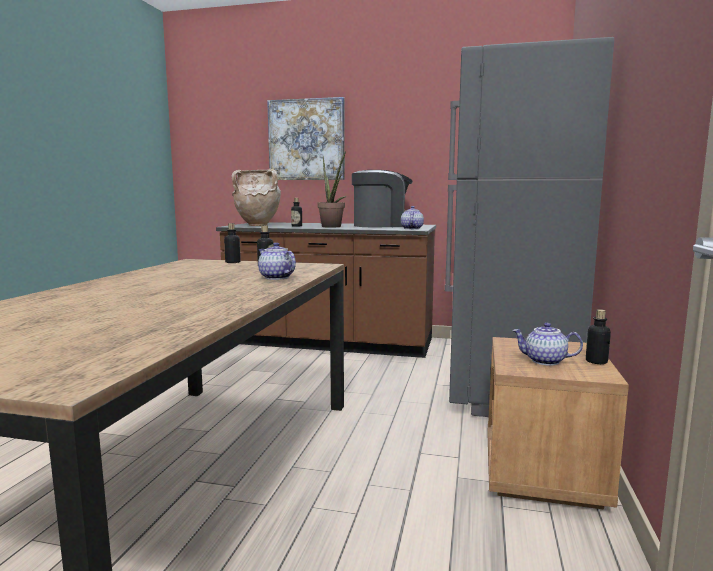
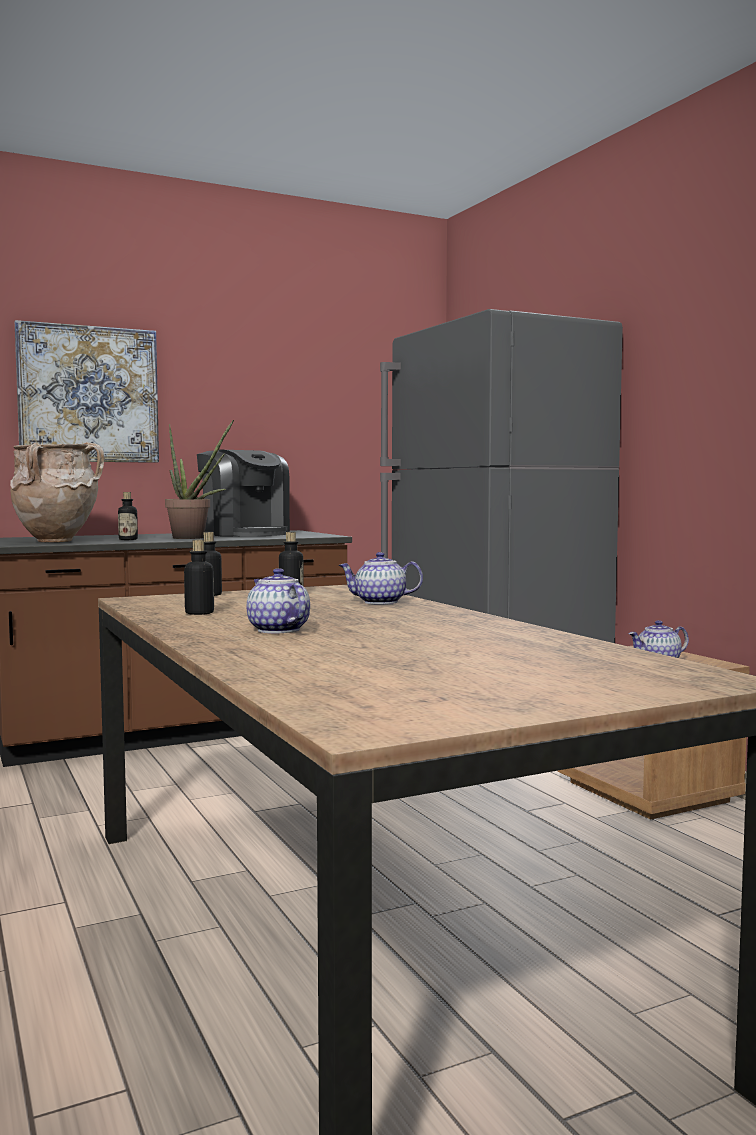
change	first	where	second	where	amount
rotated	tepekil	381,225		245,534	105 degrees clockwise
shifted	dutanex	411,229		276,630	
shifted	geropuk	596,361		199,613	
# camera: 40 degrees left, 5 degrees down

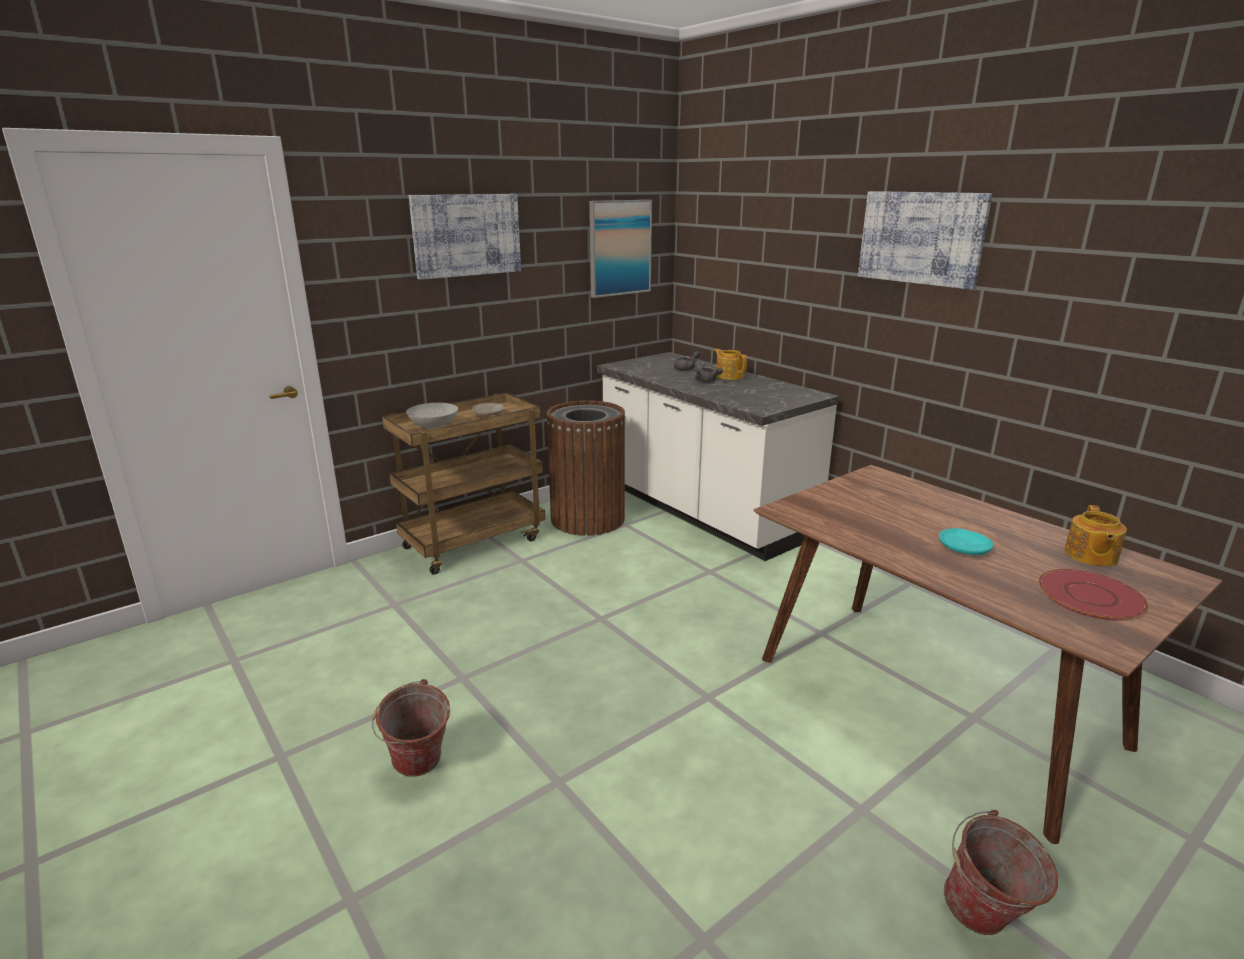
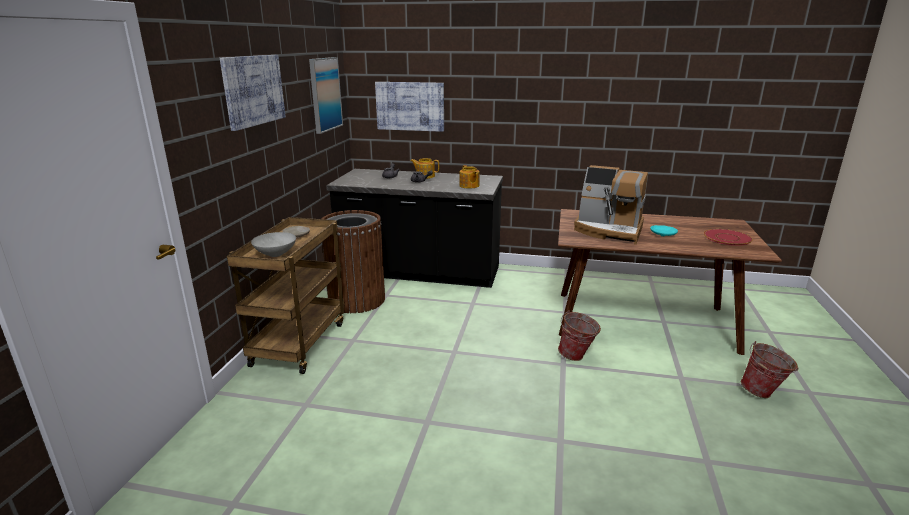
change	first	where	second	where	amount
shifted	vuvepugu	418,768		577,357	
repainted	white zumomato	702,511	black zumomato	420,272	
shifted	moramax	921,238		410,106	
shifted	dutanex	1090,556		469,186	
new			tepekil	609,230	
# camera: 40 degrees left, 0 degrees up

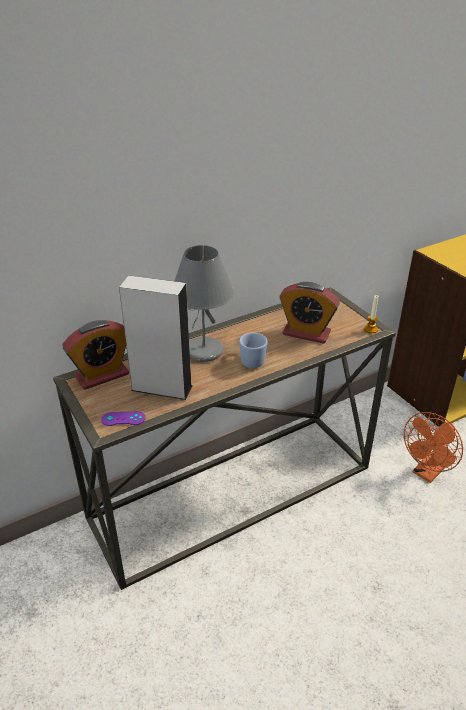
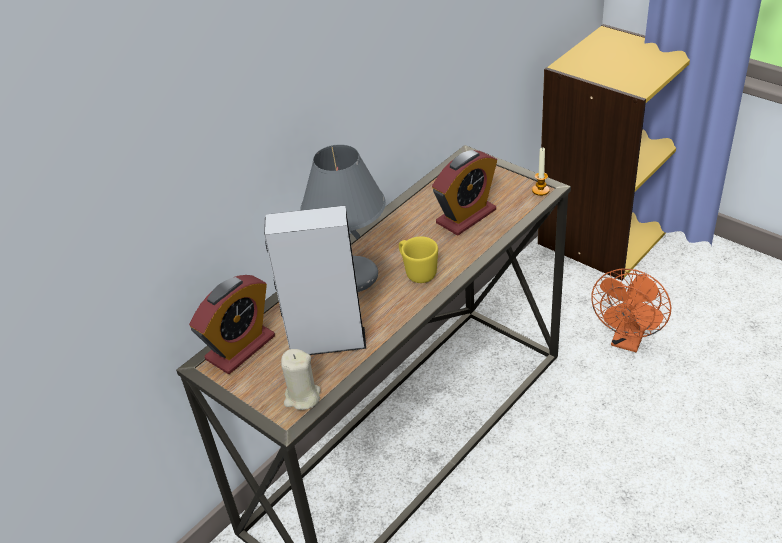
change	first	where	second	where	amount
swapped	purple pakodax	123,419	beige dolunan	302,397	
repainted	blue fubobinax	250,360	yellow fubobinax	417,272	
rotated	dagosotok	306,333		466,216	45 degrees counterclockwise
# camera: 15 degrees left, 5 degrees up

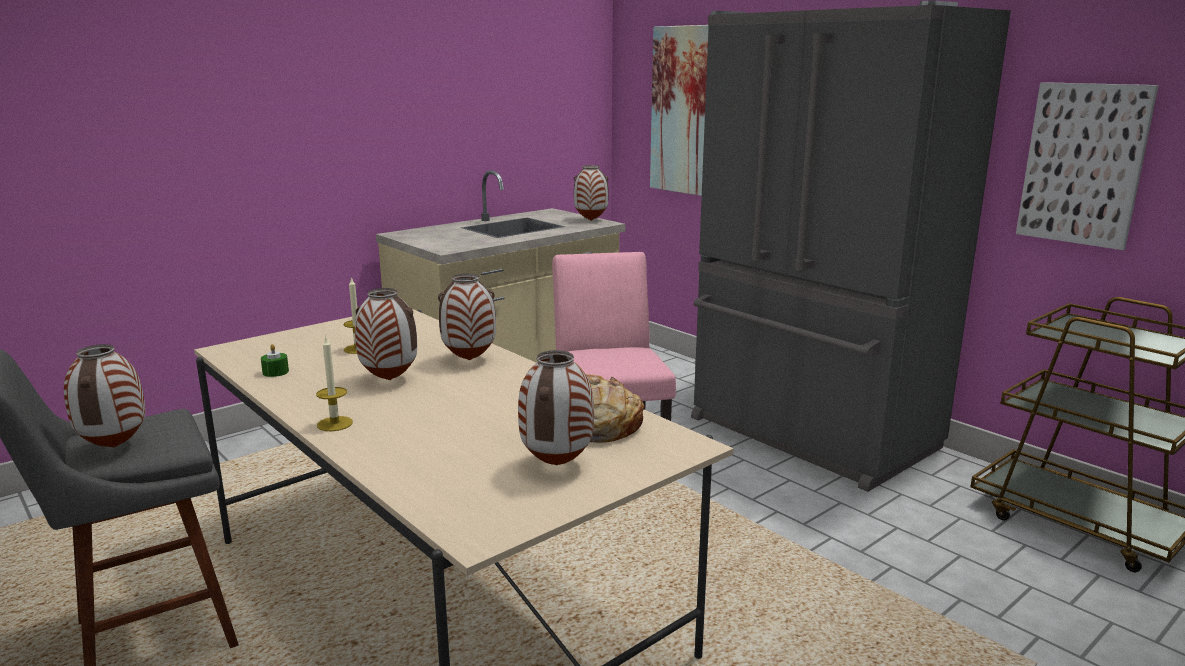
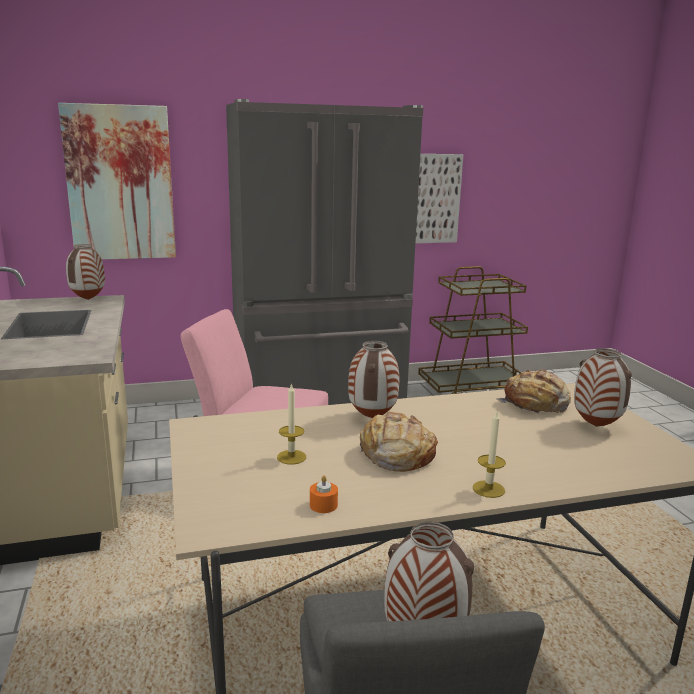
change	first	where	second	where	amount
repainted	green dolunan	275,372	orange dolunan	323,505	
swapped	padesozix	388,380	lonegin	396,455	
# camera: 65 degrees left, 0 degrees up

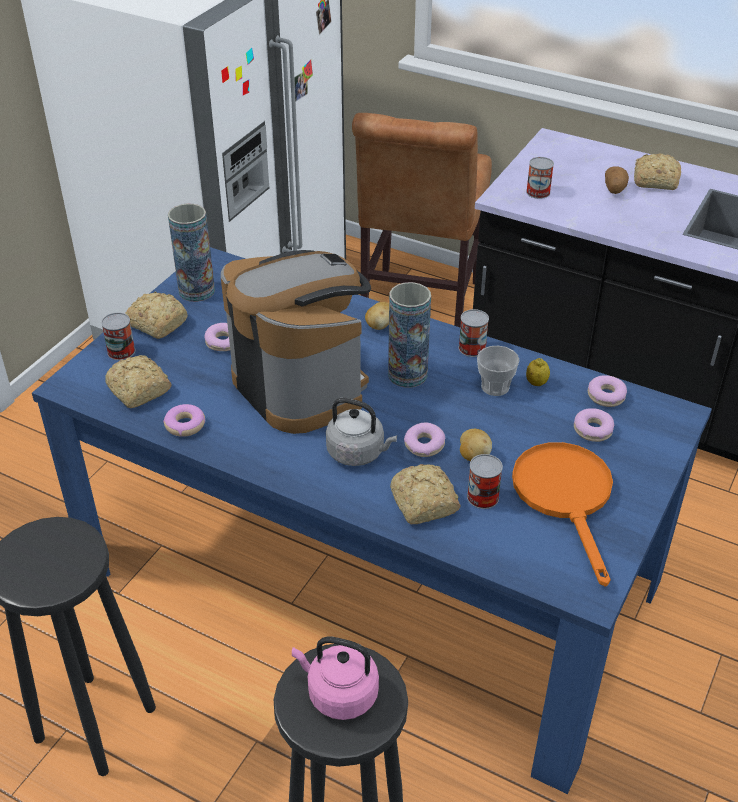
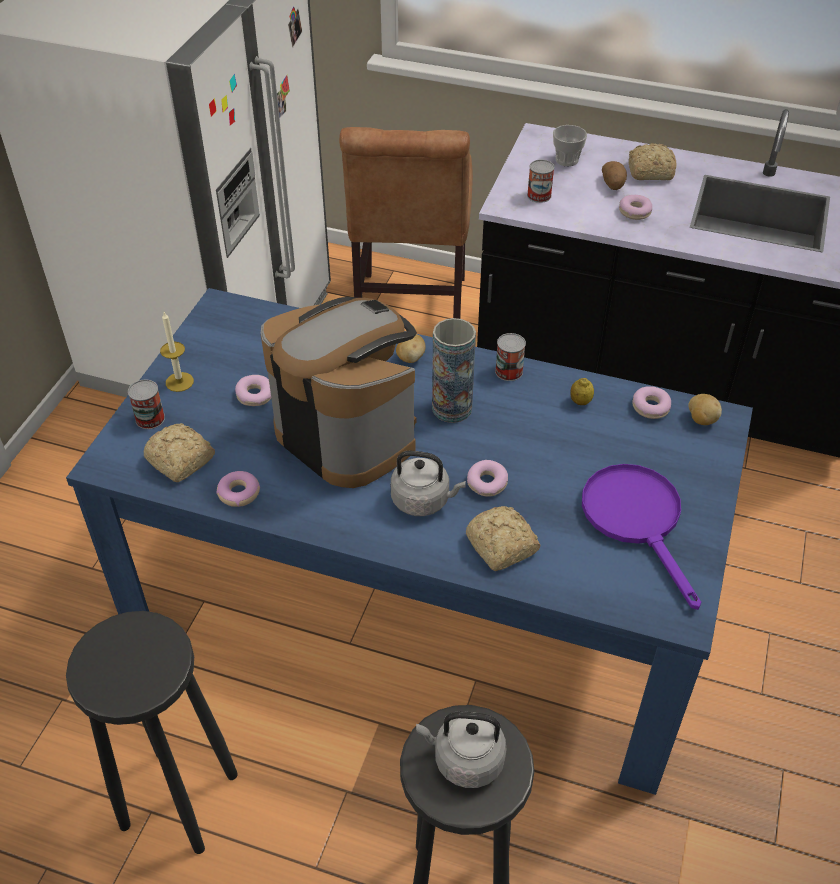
change	first	where	second	where	amount
swapped	lonegin	156,323	dolunan	179,382	
gone	padesozix	196,291			
repainted	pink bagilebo	339,694	grey bagilebo	464,760	
shifted	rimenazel	473,456		701,419	
gone	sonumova	482,497			
shifted	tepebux	495,387		566,160	
repainted	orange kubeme	566,497	purple kubeme	637,520	
shifted	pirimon	593,430		634,212	
# camera: 10 degrees left, 5 degrees up

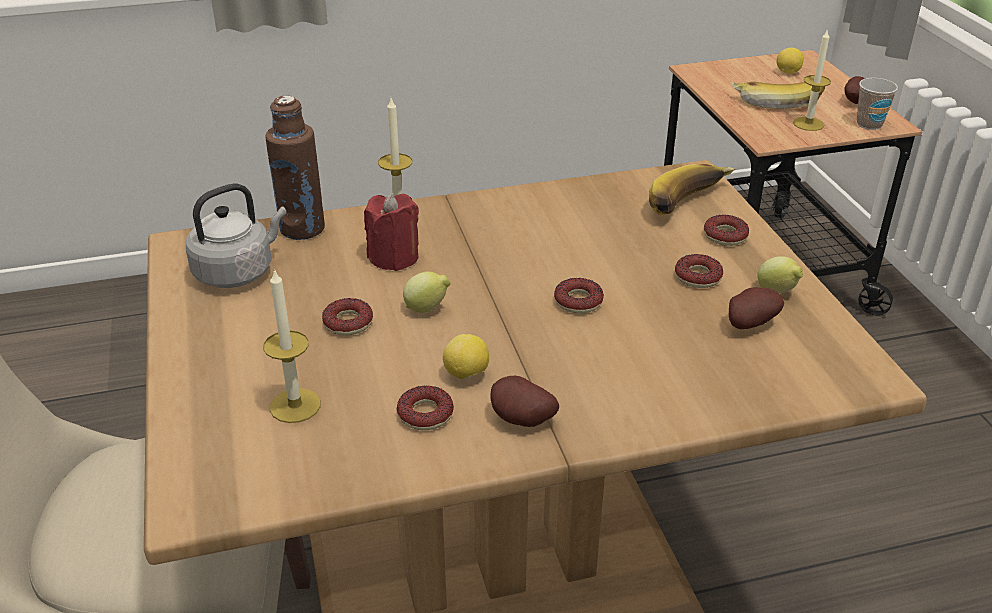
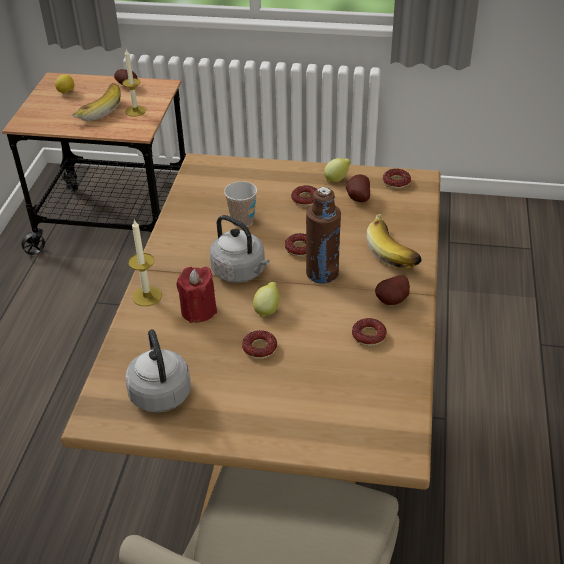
change	first	where	second	where	amount
gone	dolunan	295,405			
shifted	brown geropuk	302,229		322,273	
gone	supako	466,375			
shifted	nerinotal	691,205		395,251	
shifted	pirimon	725,235		396,182	
shifted	tepebux	869,124		242,221	
new			grey bagilebo	241,272	
# camera: 65 degrees left, 5 degrees up

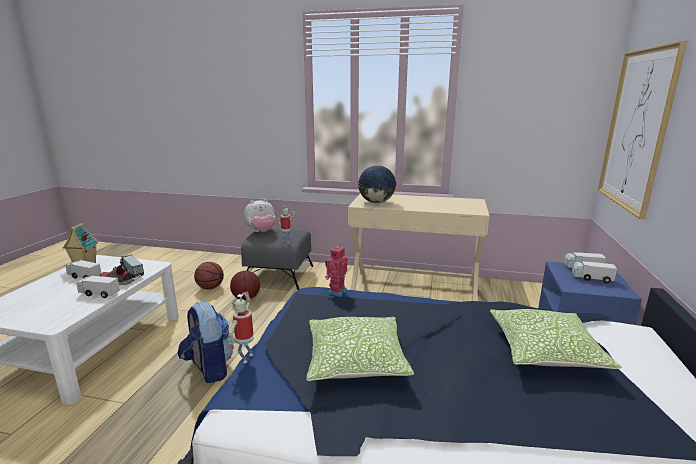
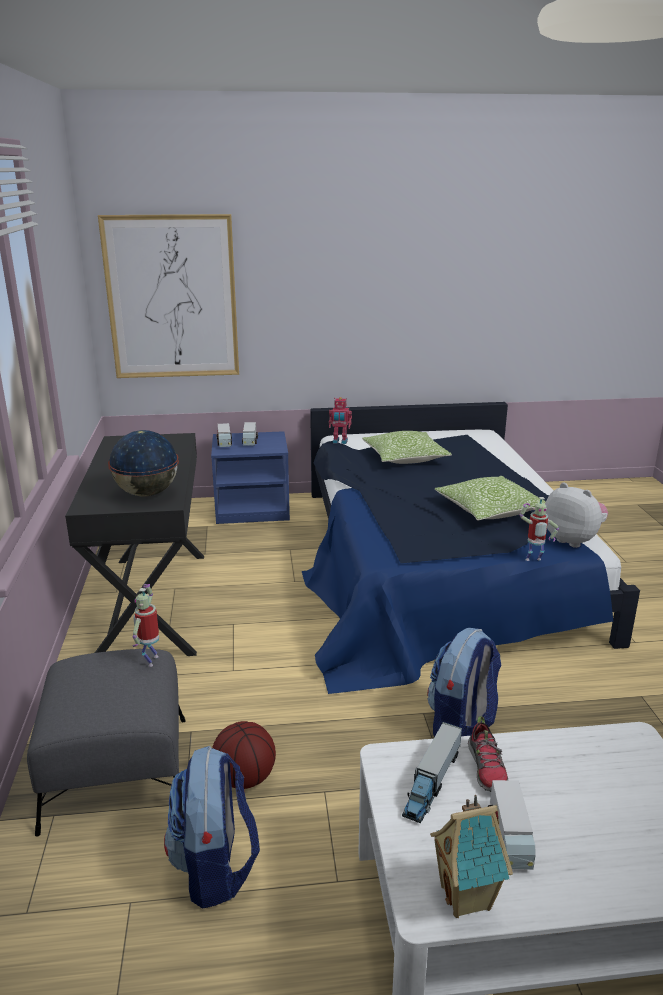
change	first	where	second	where	amount
gone	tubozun	99,293			
swapped	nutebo	210,288	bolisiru	215,868	
shifted	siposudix	261,232		572,540	
shifted	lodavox	336,292		340,442	
repainted	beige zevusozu	413,289	black zevusozu	152,603	
# camera: 110 degrees left, 5 degrees up

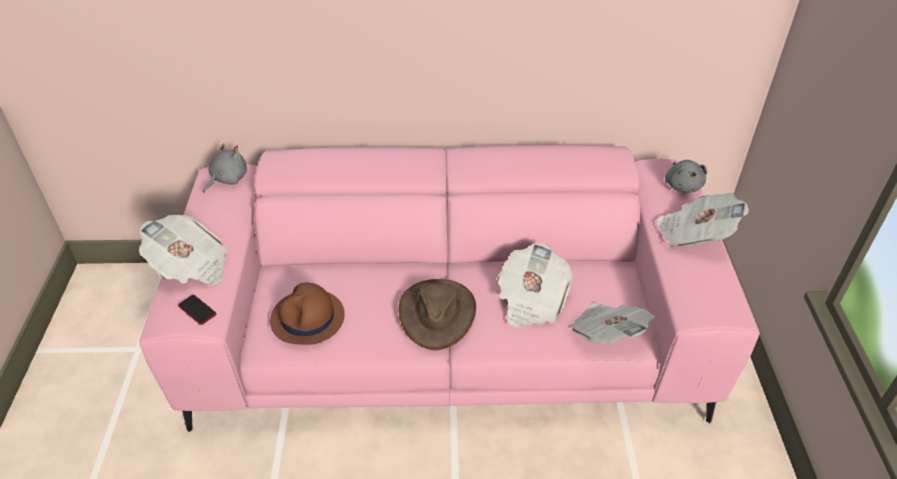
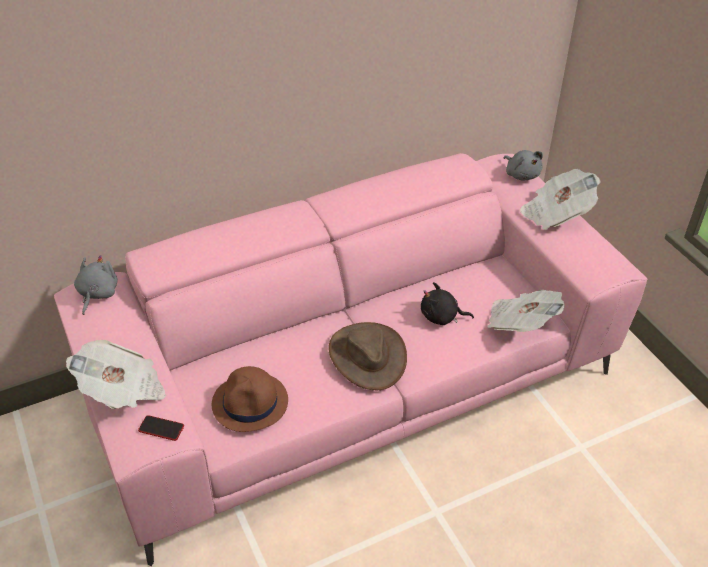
change	first	where	second	where	amount
swapped	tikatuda	531,301	black siposudix	441,317	
# camera: 25 degrees left, 0 degrees up

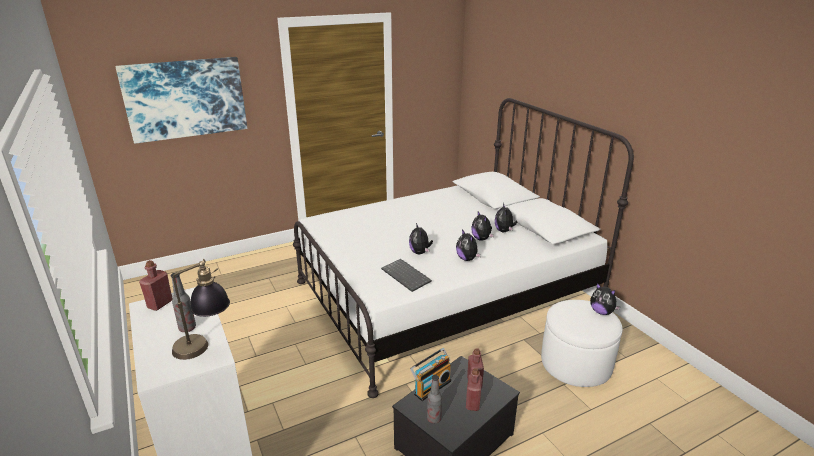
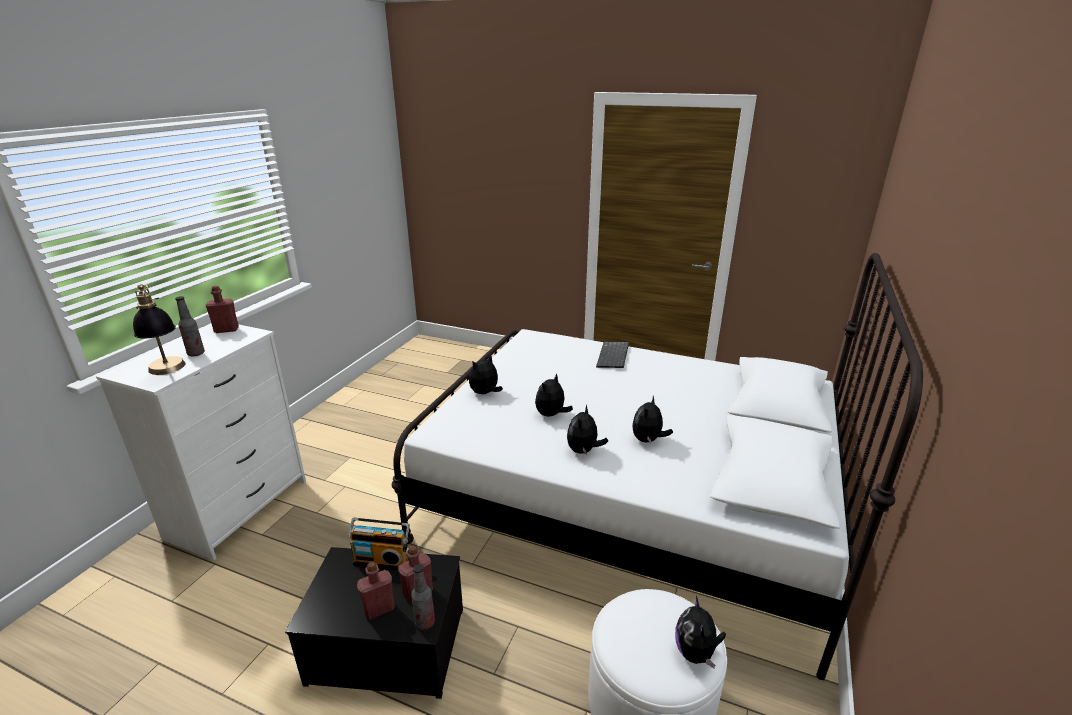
change	first	where	second	where	amount
gone	moramax	185,99			
shifted	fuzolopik	407,276		614,356	
shifted	geropuk	434,419		425,622	
shifted	siposudix	504,231		485,393	
# camera: 50 degrees right, 0 degrees up

